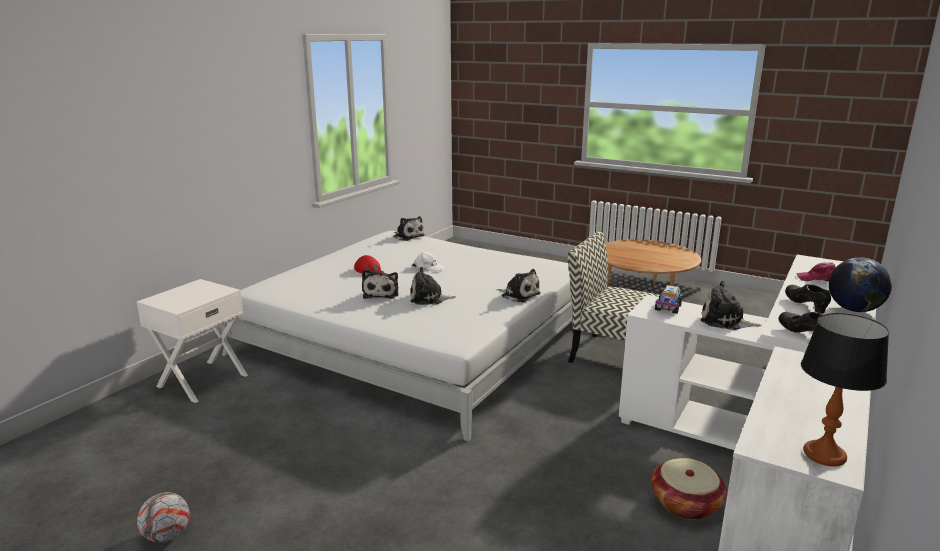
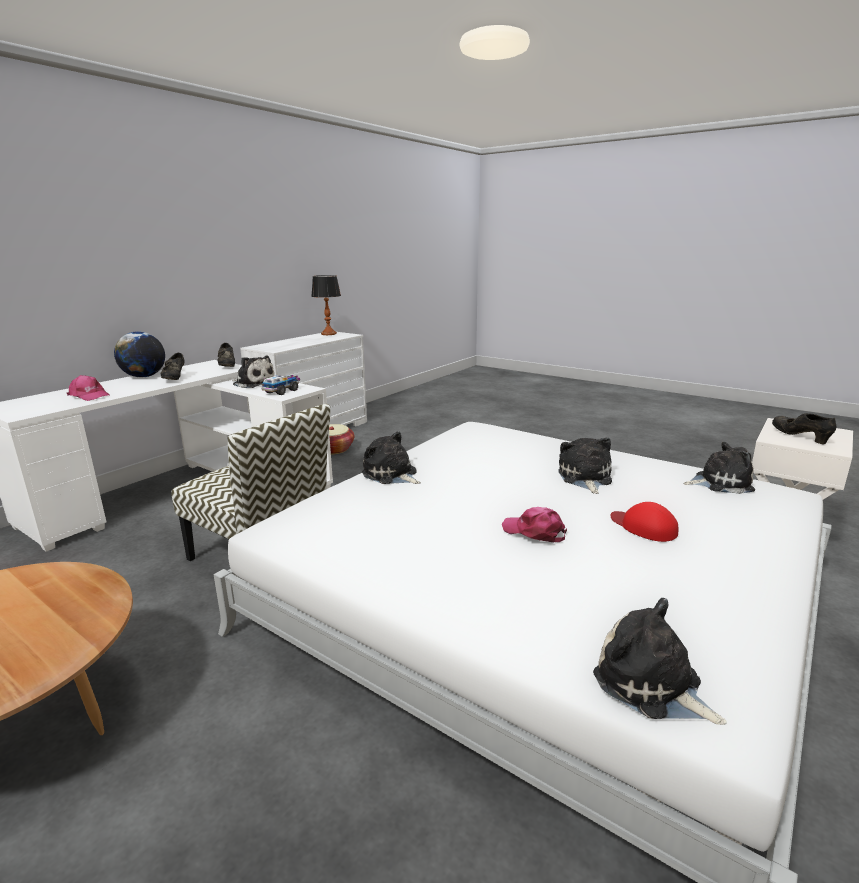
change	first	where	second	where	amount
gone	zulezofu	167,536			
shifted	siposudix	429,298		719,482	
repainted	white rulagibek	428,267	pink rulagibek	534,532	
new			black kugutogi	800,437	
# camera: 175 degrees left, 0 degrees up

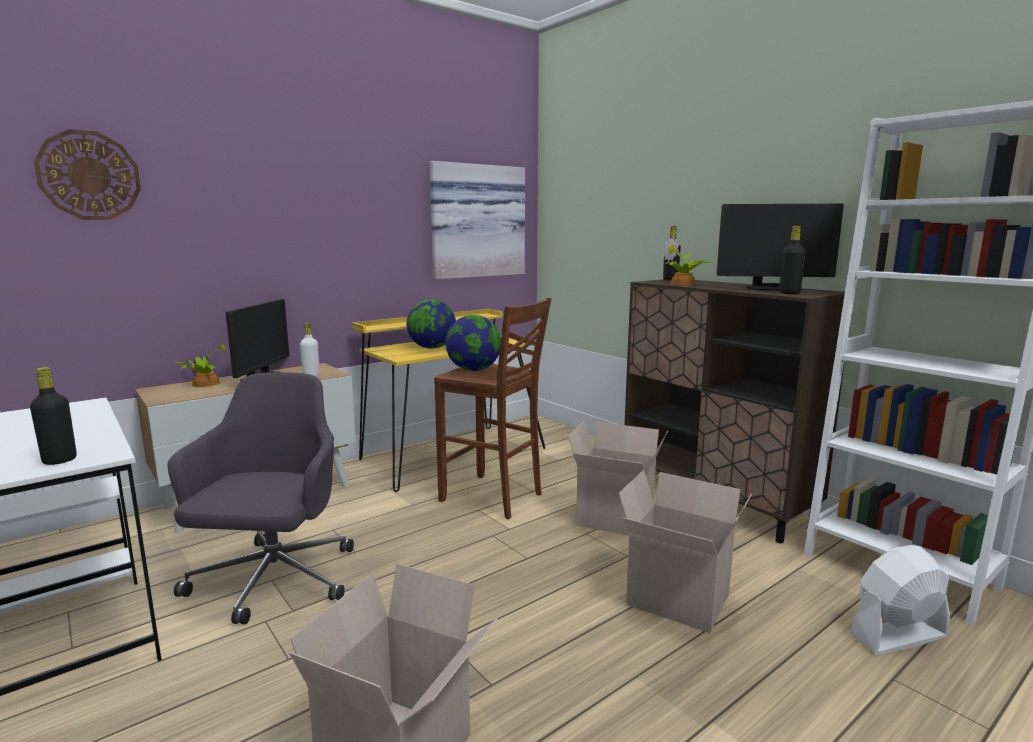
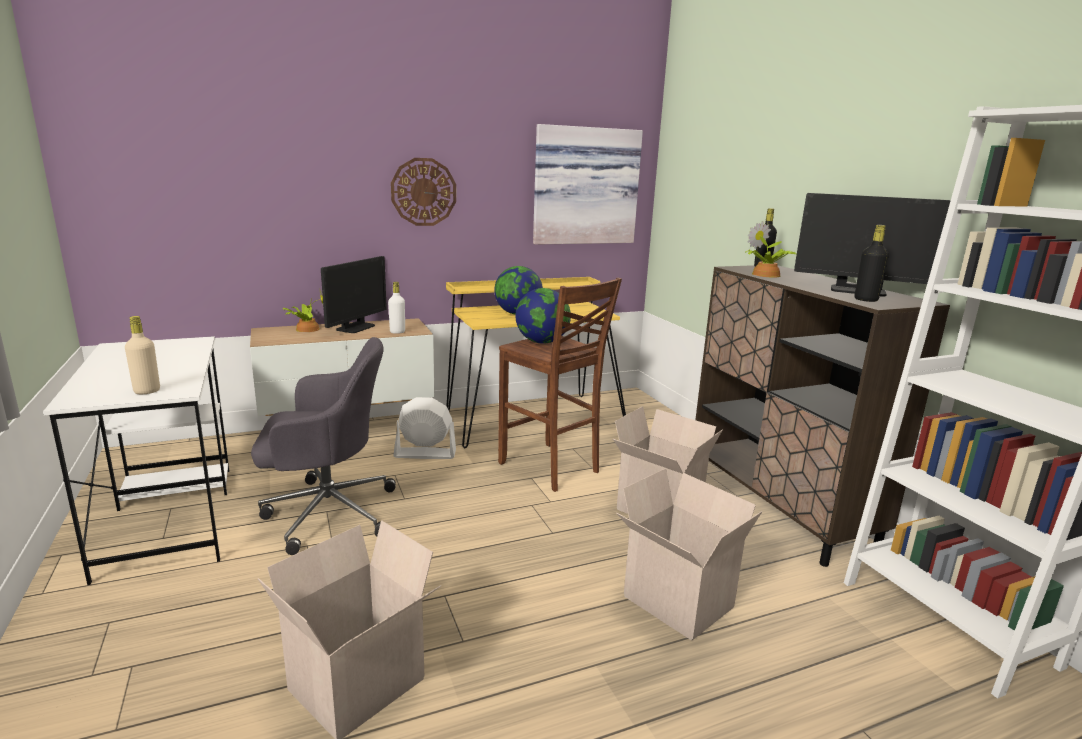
change	first	where	second	where	amount
repainted	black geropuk	59,460	beige geropuk	147,391	
shifted	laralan	89,176		423,192	
rotated	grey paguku	273,581		327,513	60 degrees clockwise
shifted	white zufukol	898,635		424,453	
# camera: 15 degrees right, 5 degrees up

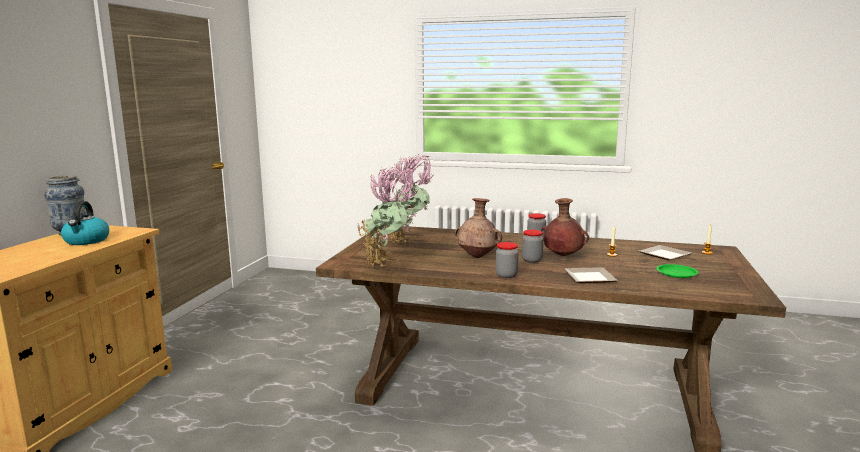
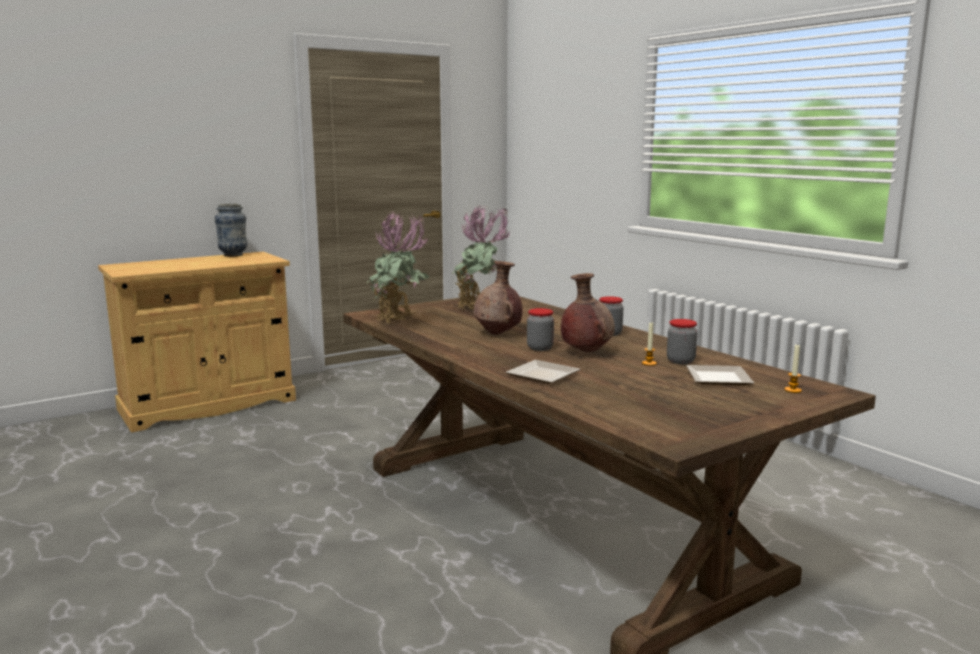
change	first	where	second	where	amount
gone	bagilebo	86,241			
shifted	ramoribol	506,275		680,361	
gone	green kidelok	676,273			
# camera: 40 degrees right, 0 degrees up

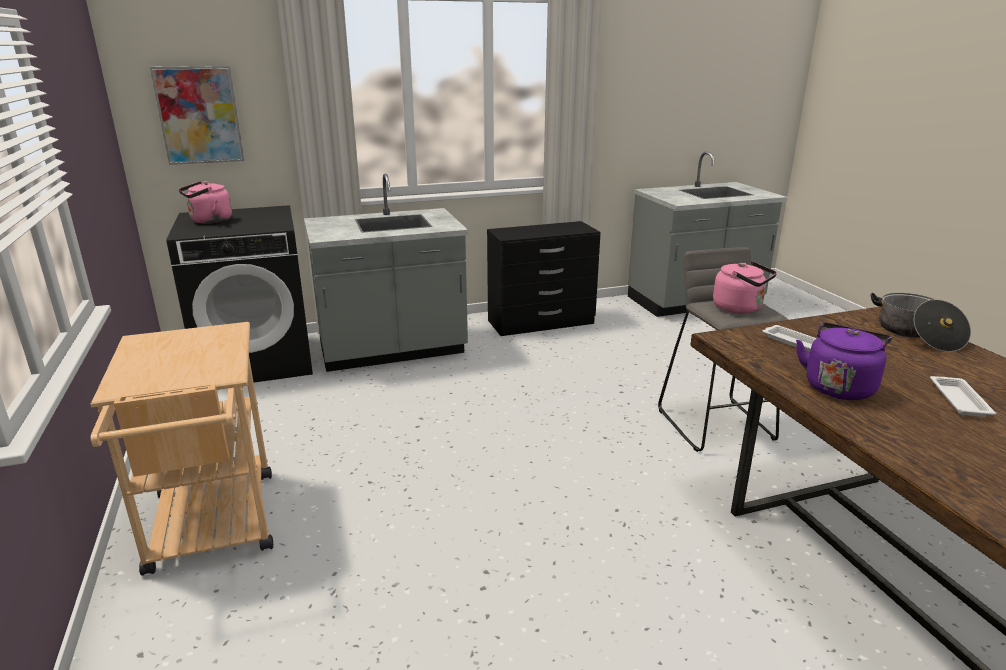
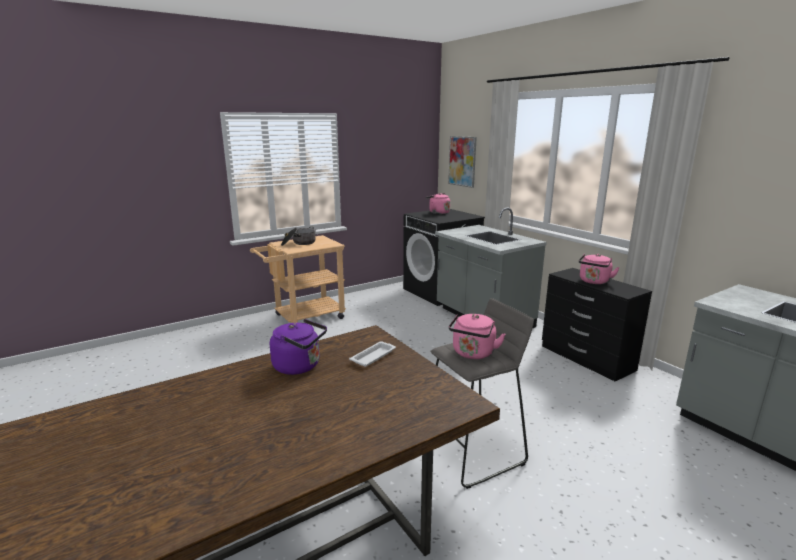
change	first	where	second	where	amount
shifted	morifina	916,334		299,243	
gone	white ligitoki	958,400			
new			pink bagilebo	594,282	
# camera: 75 degrees right, 5 degrees down

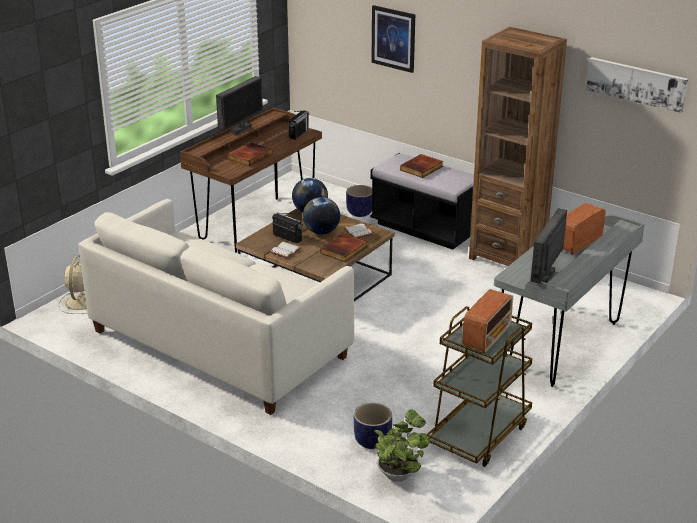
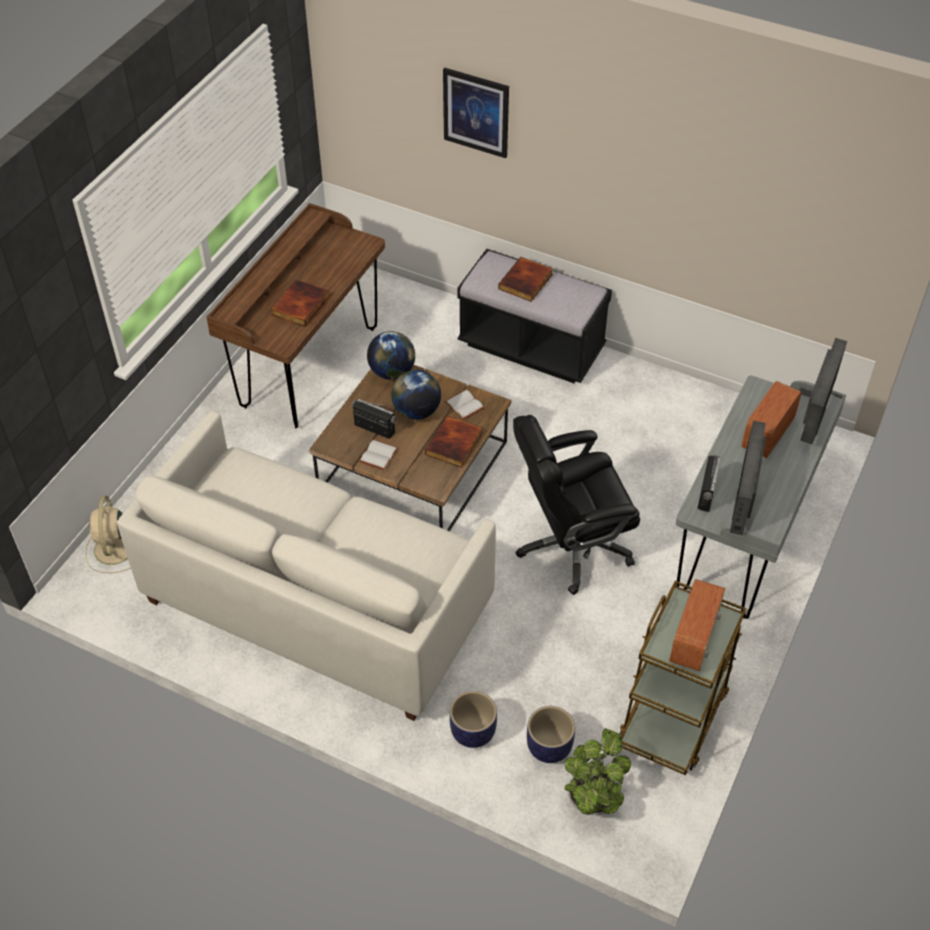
change	first	where	second	where	amount
shifted	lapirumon	240,129		813,421	
shifted	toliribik	299,134		707,493	
shifted	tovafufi	359,213		472,732	
gone	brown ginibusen	507,257			
gone	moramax	636,84			
new			black paguku	571,546	
# camera: 10 degrees left, 20 degrees up

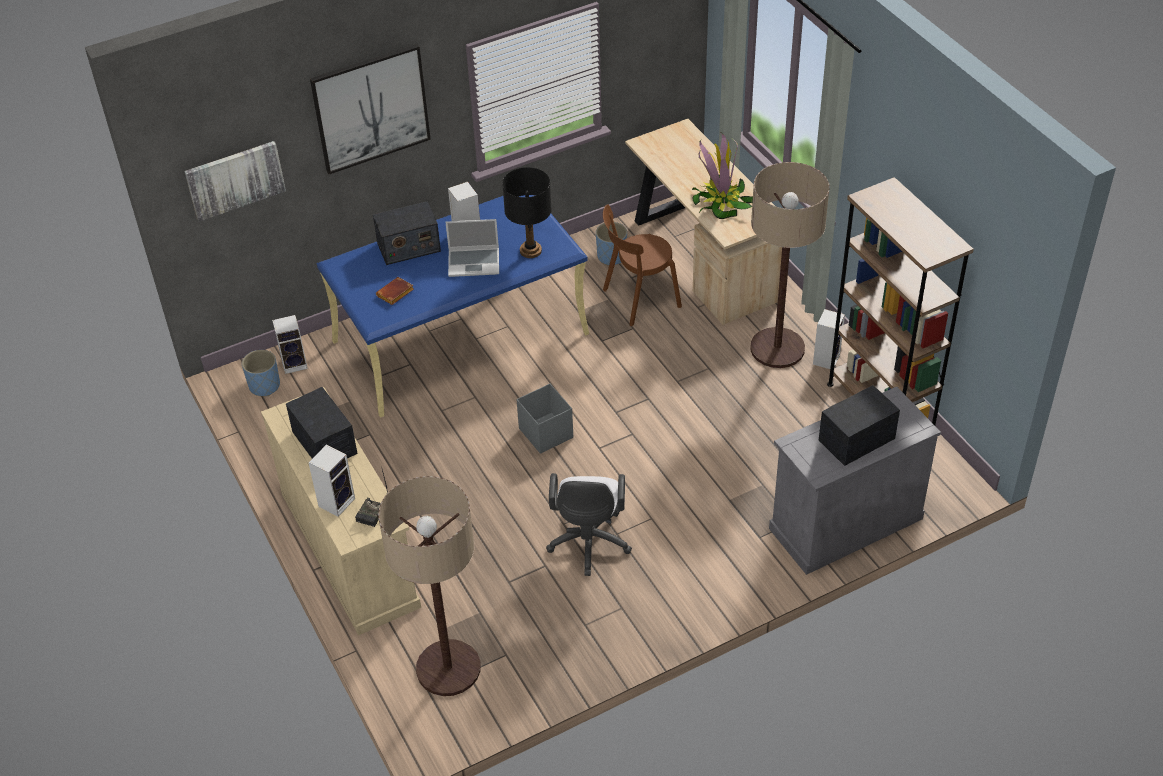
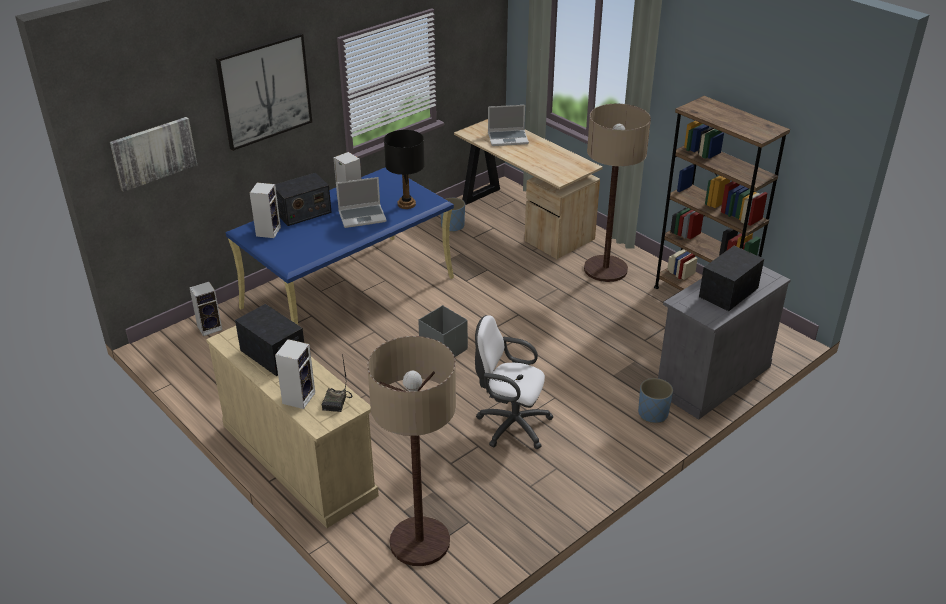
change	first	where	second	where	amount
shifted	blue tovafufi	264,386		653,414	
gone	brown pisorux	395,294			
rotated	white paguku	588,545		510,425	120 degrees clockwise
gone	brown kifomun	638,299			
gone	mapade	720,202			
shifted	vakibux	826,358		268,231	
new			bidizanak	508,138	
# camera: 15 degrees left, 10 degrees down

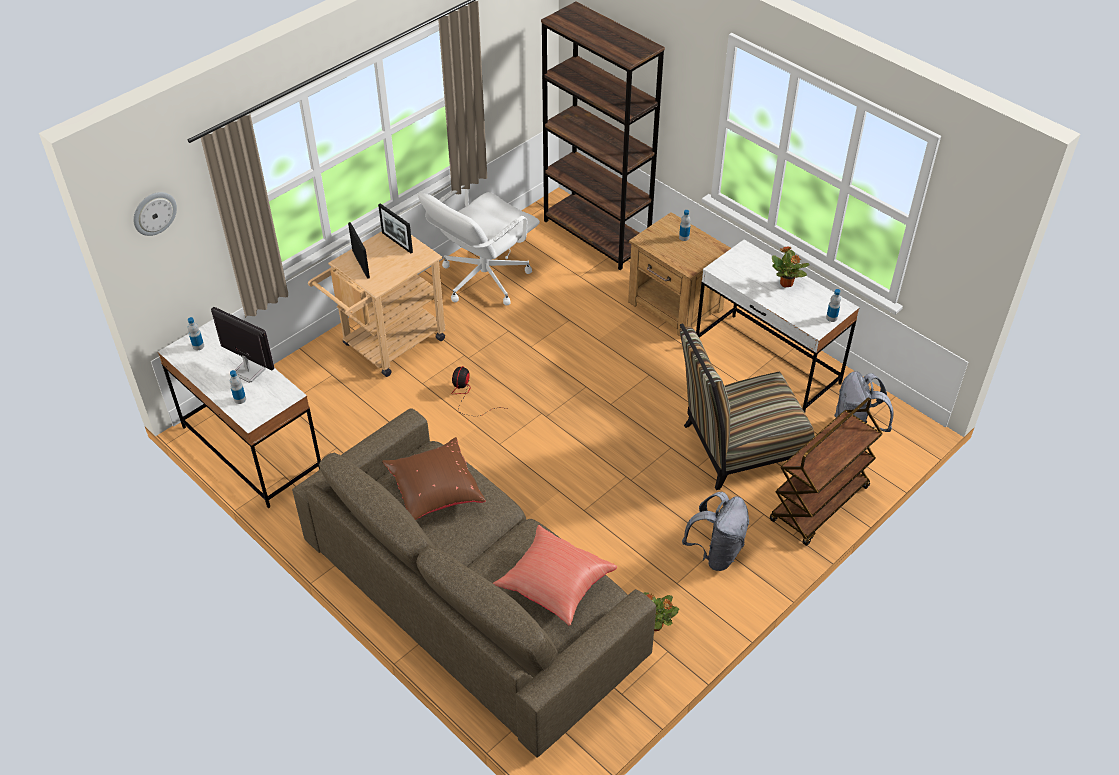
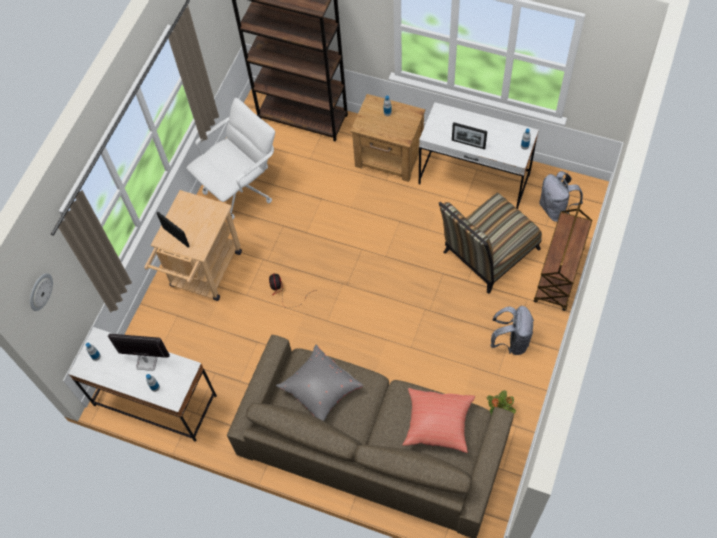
change	first	where	second	where	amount
shifted	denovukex	397,242		468,144	
repainted	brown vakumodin	434,491	grey vakumodin	320,389	
rotated	white paguku	483,279		241,188	150 degrees counterclockwise
gone	mapade	786,284			
# camera: 20 degrees left, 15 degrees up

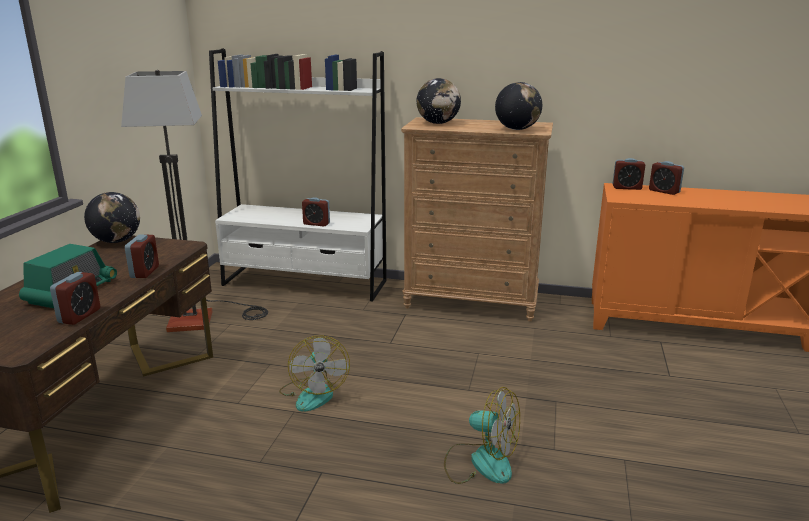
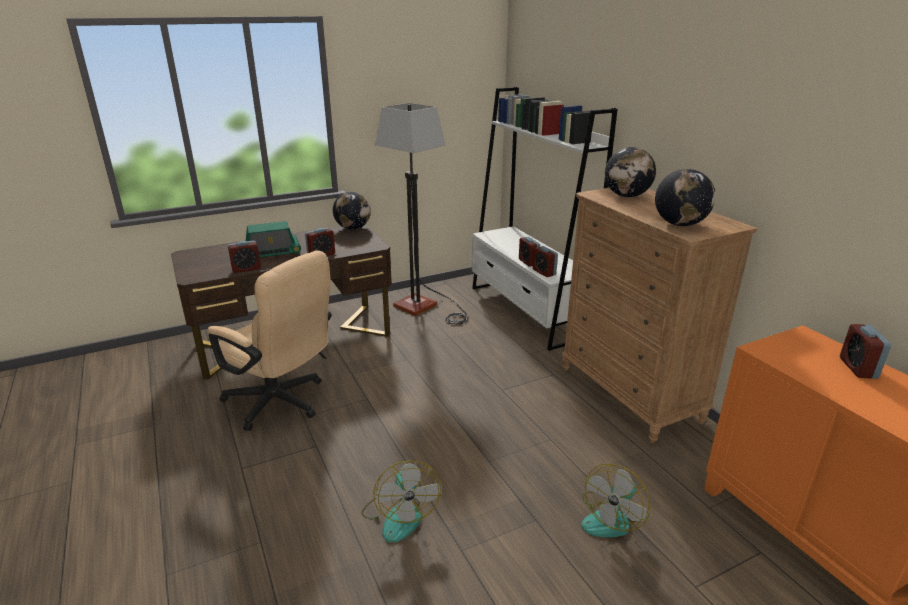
change	first	where	second	where	amount
shifted	zufukol	313,393		611,518	
shifted	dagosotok	626,187		544,272	
new			beige paguku	282,403	
# camera: 50 degrees right, 5 degrees up

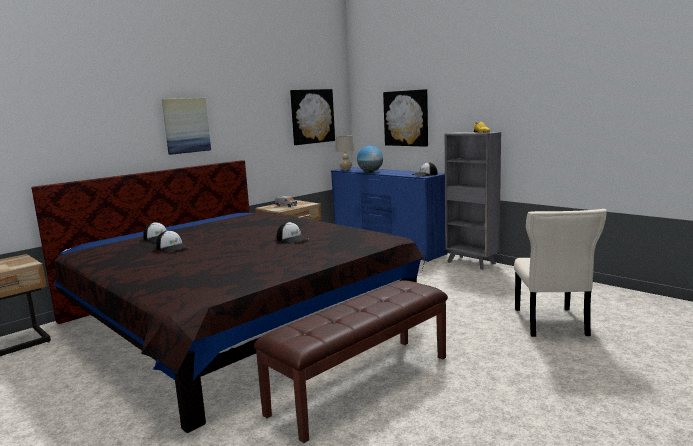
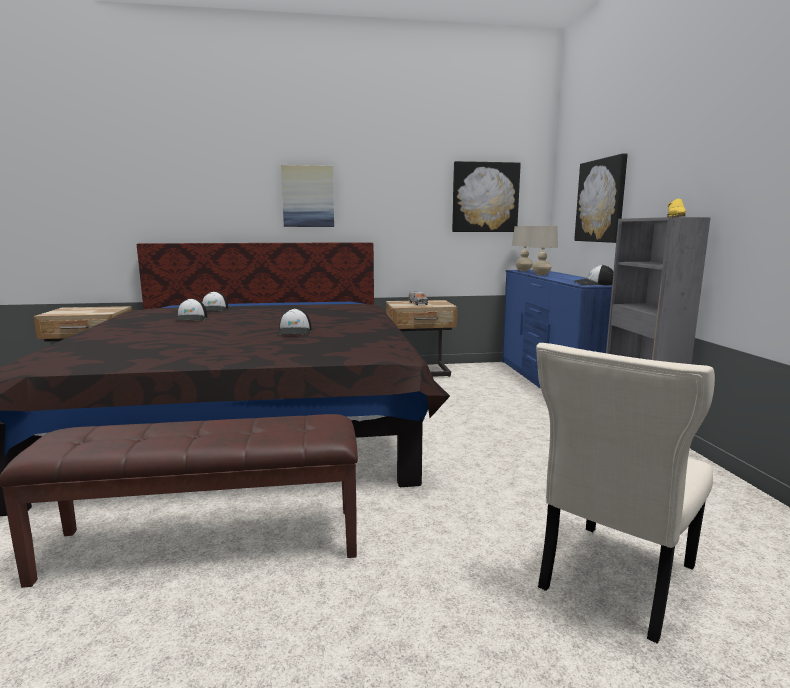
change	first	where	second	where	amount
swapped	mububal	370,172	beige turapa	541,275	
# camera: 35 degrees right, 0 degrees up

